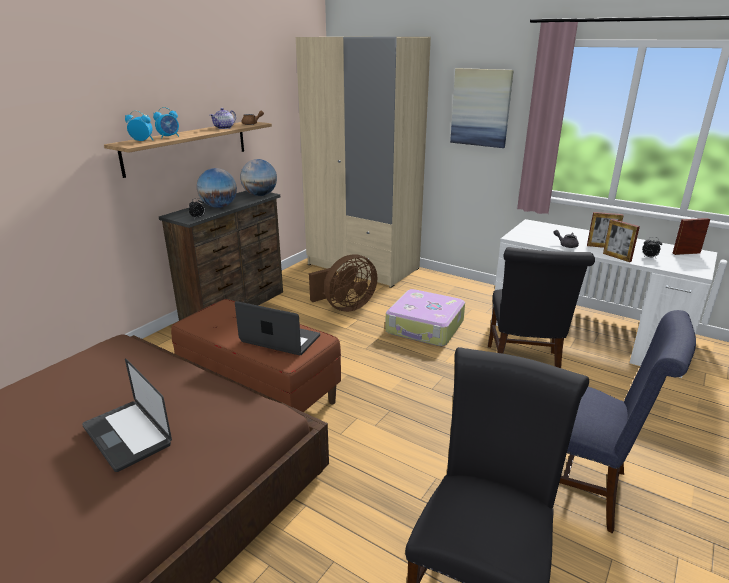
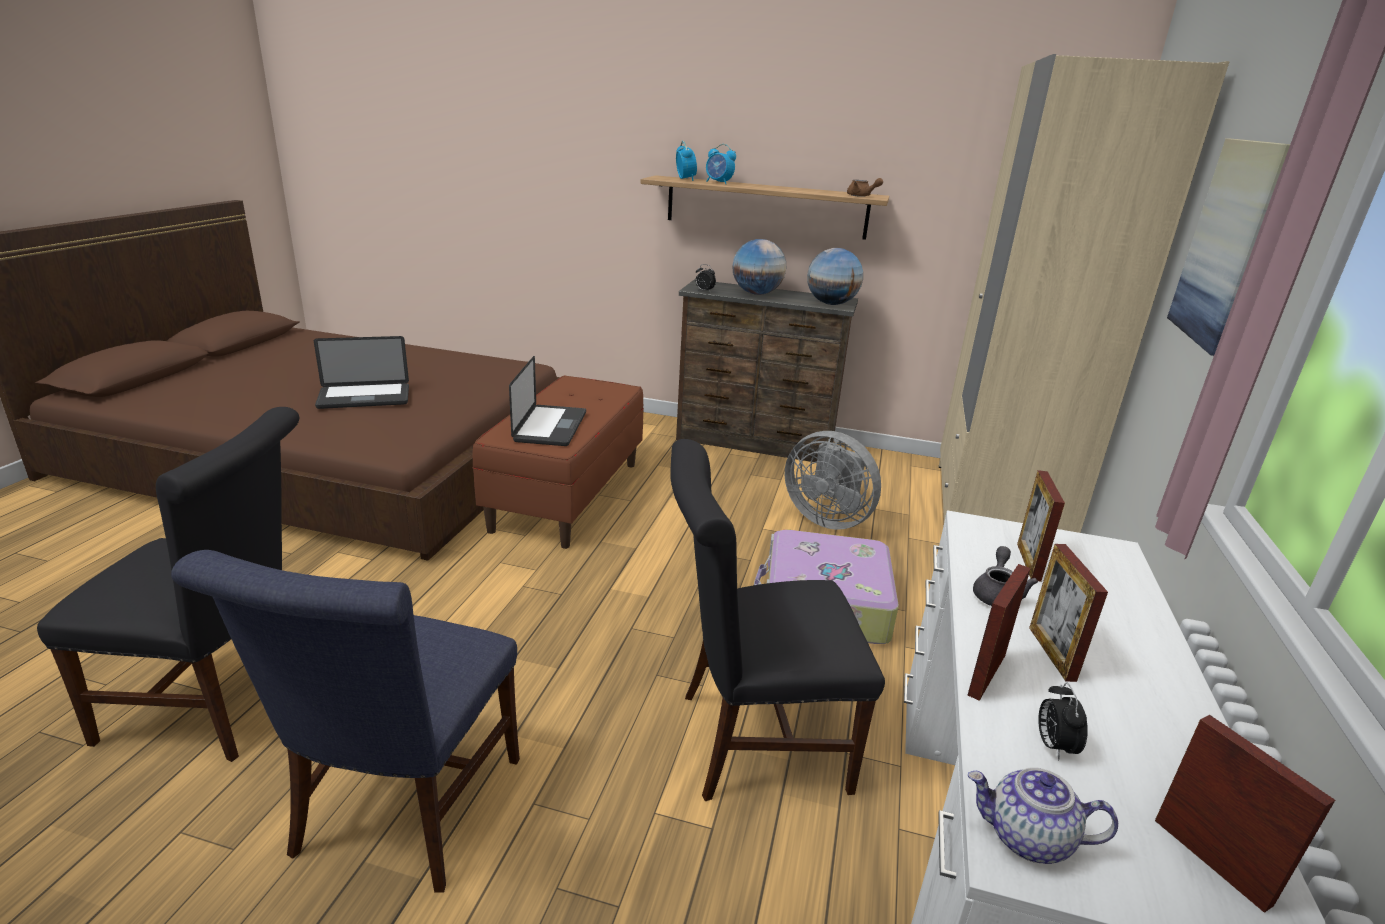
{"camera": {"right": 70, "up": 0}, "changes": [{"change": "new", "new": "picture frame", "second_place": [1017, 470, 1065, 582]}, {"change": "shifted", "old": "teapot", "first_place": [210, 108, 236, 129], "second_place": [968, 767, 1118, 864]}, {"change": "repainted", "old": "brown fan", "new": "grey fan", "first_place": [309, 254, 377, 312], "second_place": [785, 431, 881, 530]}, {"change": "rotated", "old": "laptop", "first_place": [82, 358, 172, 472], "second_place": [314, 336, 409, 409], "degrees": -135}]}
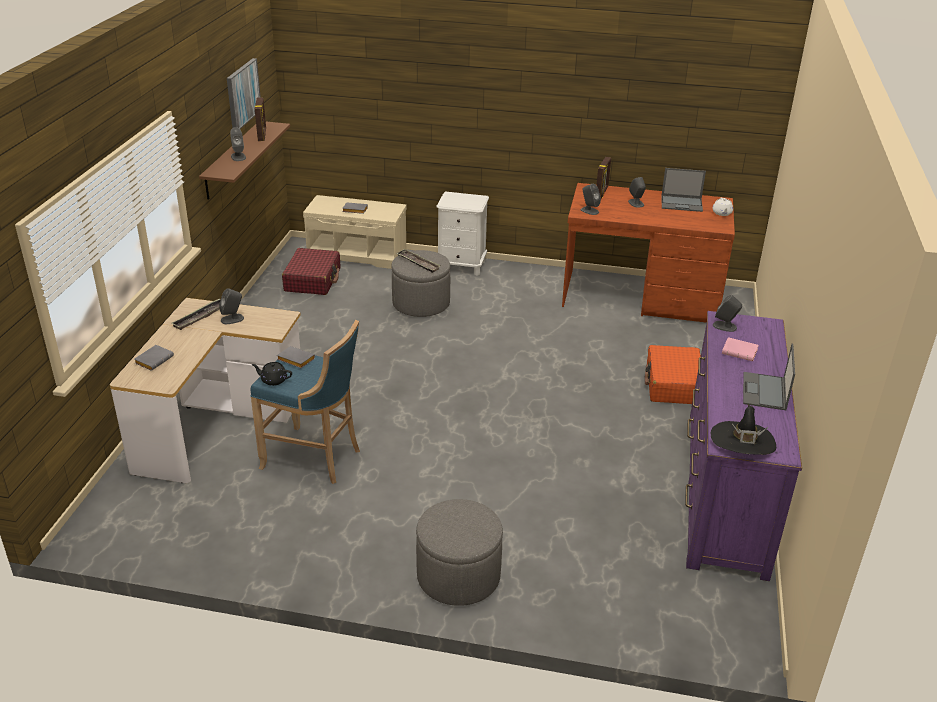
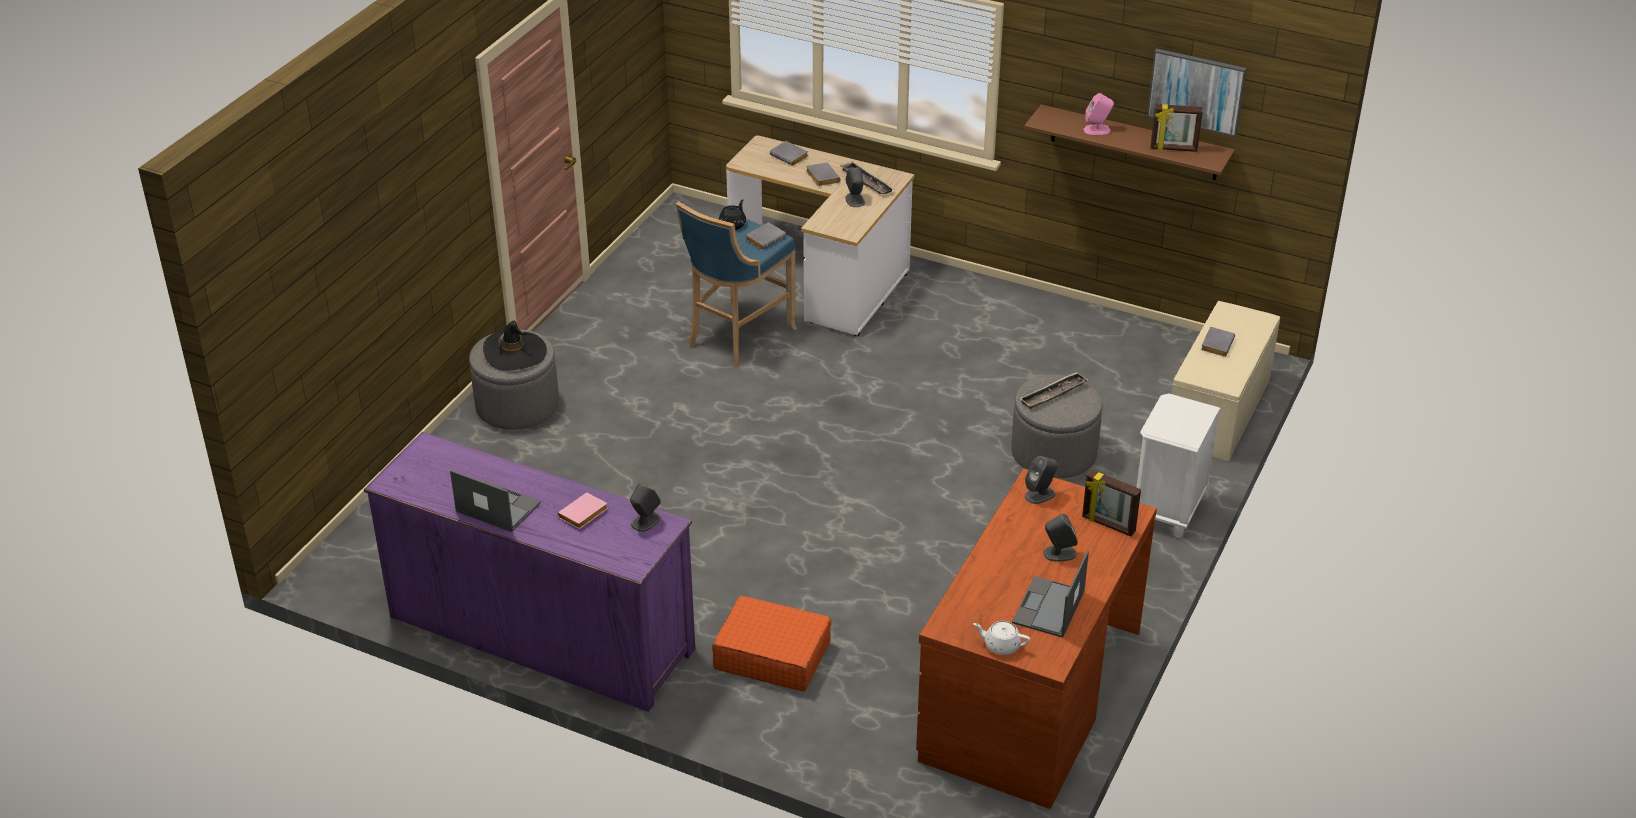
{"camera": {"right": 105, "up": 5}, "changes": [{"change": "gone", "old": "red suitcase", "first_place": [282, 248, 340, 295]}, {"change": "new", "new": "grey book", "second_place": [806, 162, 841, 186]}, {"change": "shifted", "old": "black hat", "first_place": [711, 404, 776, 455], "second_place": [483, 320, 547, 371]}, {"change": "repainted", "old": "grey speaker", "new": "pink speaker", "first_place": [230, 127, 246, 161], "second_place": [1083, 93, 1114, 135]}]}
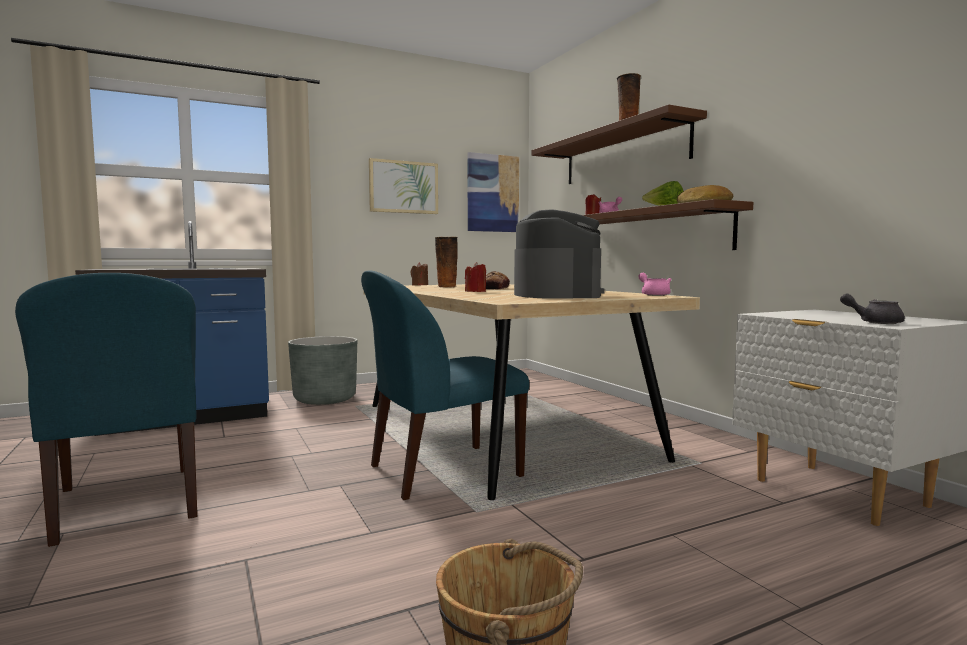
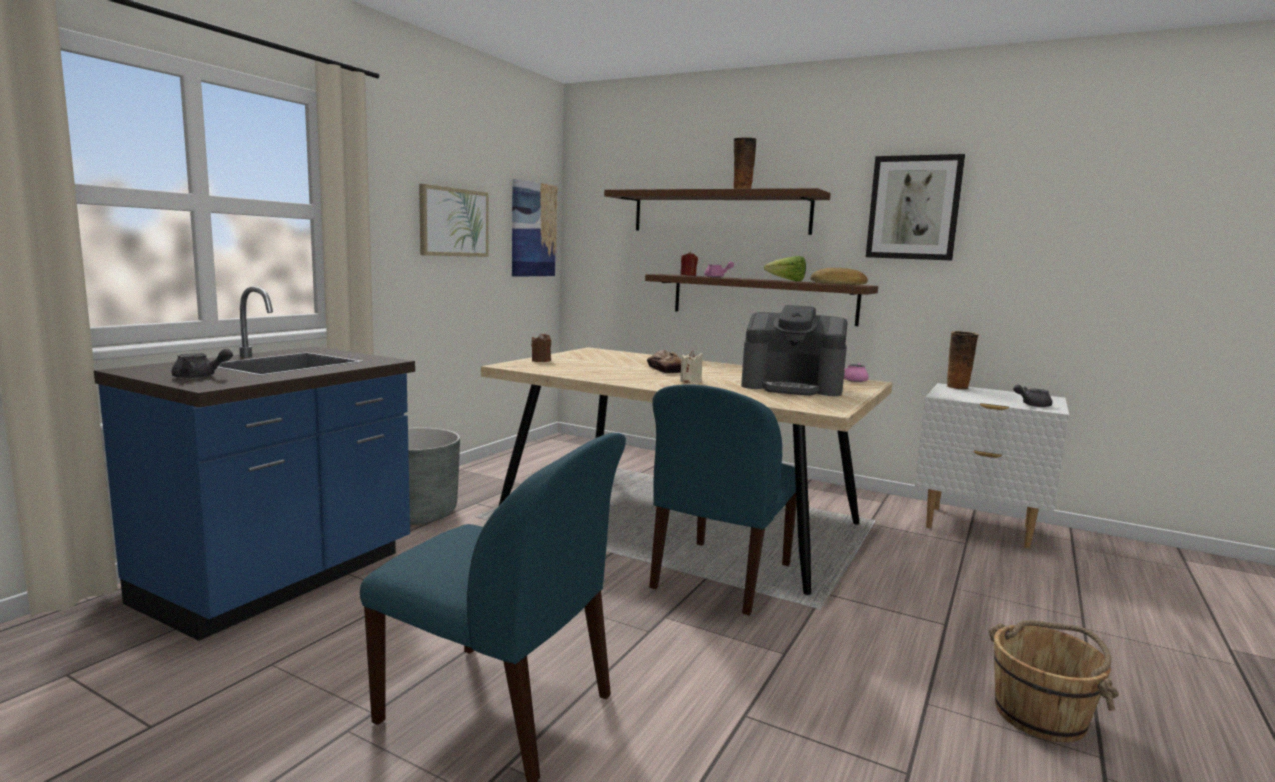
{"camera": {"right": -35, "up": 5}, "changes": [{"change": "new", "new": "grey teapot", "second_place": [172, 349, 233, 379]}, {"change": "new", "new": "picture", "second_place": [866, 154, 965, 261]}, {"change": "shifted", "old": "vase", "first_place": [435, 237, 458, 288], "second_place": [946, 331, 979, 390]}, {"change": "repainted", "old": "red candle", "new": "beige candle", "first_place": [465, 262, 486, 292], "second_place": [680, 350, 703, 383]}, {"change": "rotated", "old": "coffee machine", "first_place": [514, 209, 604, 299], "second_place": [741, 305, 847, 396], "degrees": 150}]}
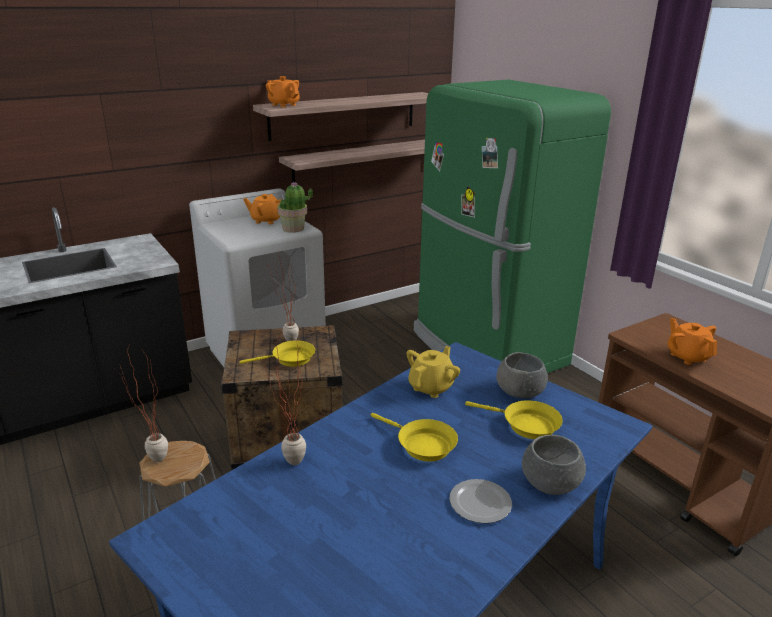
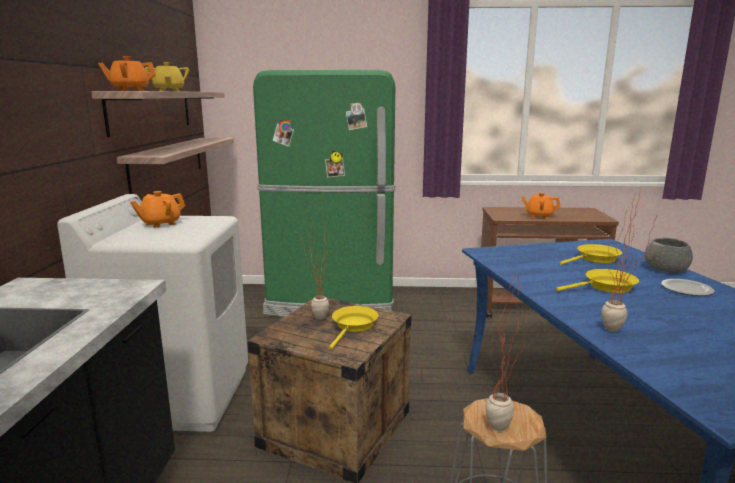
{"camera": {"right": -55, "up": -10}, "changes": [{"change": "gone", "old": "potted plant", "first_place": [277, 182, 313, 233]}, {"change": "gone", "old": "grey bowl", "first_place": [496, 352, 548, 398]}, {"change": "shifted", "old": "yellow teapot", "first_place": [407, 346, 460, 398], "second_place": [145, 62, 189, 91]}]}
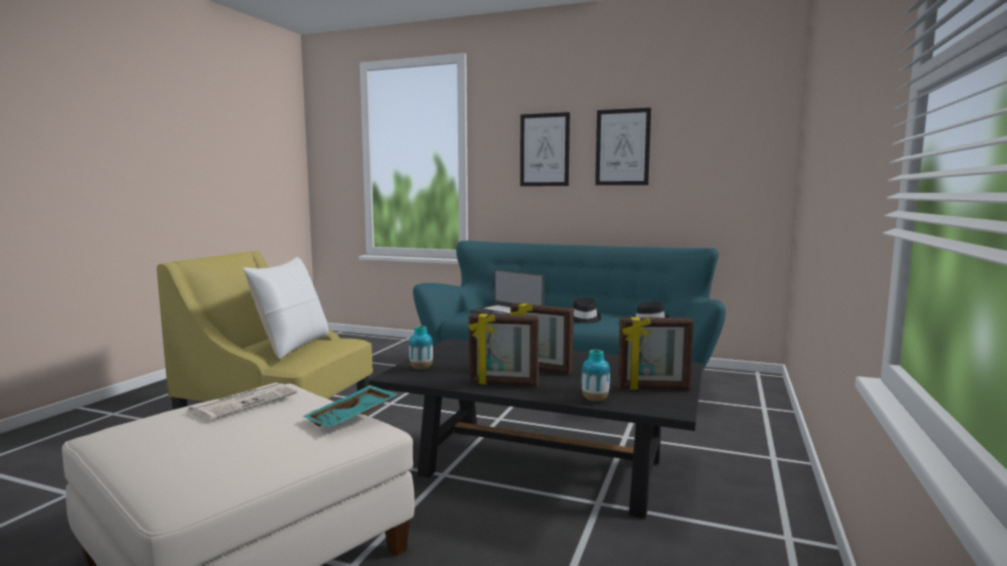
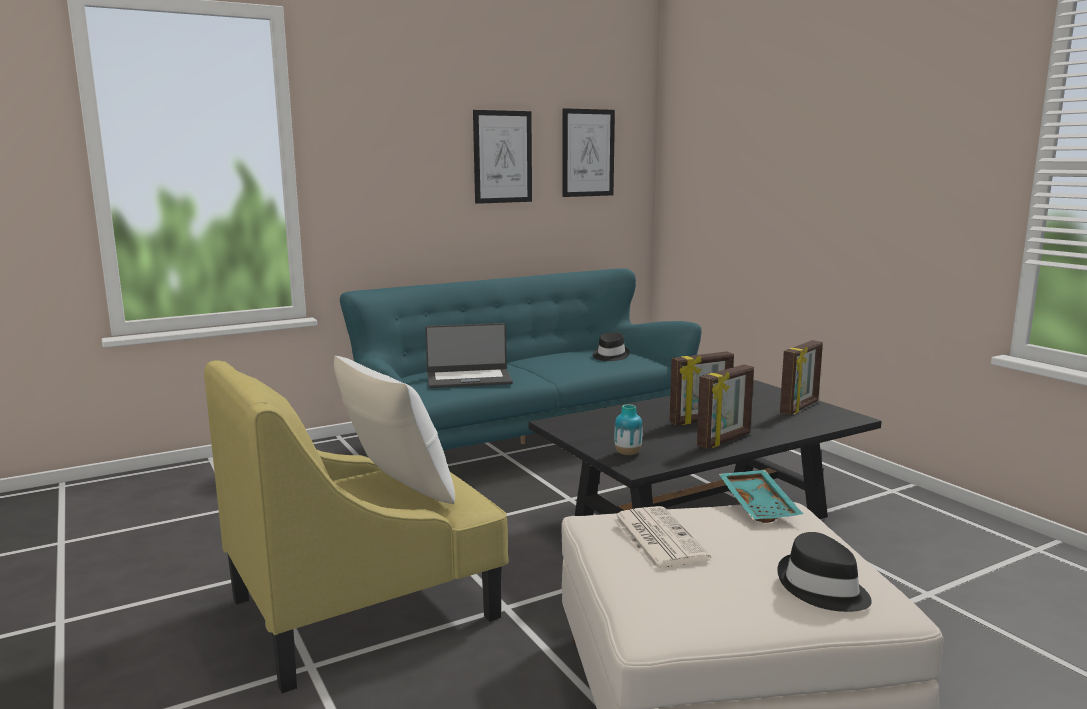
{"camera": {"right": -50, "up": 5}, "changes": [{"change": "gone", "old": "vase", "first_place": [582, 350, 610, 401]}, {"change": "shifted", "old": "picture", "first_place": [520, 112, 570, 186], "second_place": [562, 108, 615, 197]}, {"change": "shifted", "old": "black hat", "first_place": [573, 298, 601, 323], "second_place": [777, 532, 872, 612]}]}
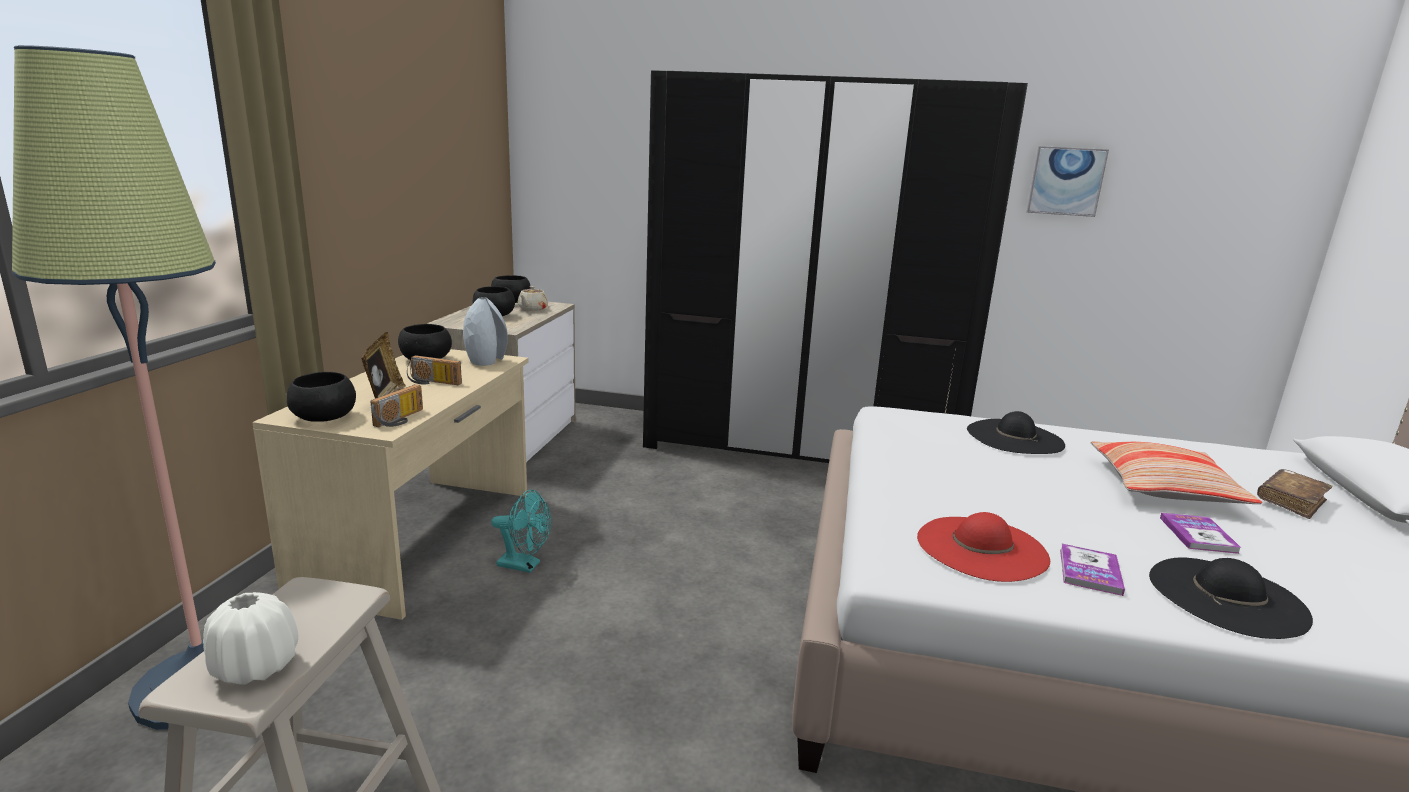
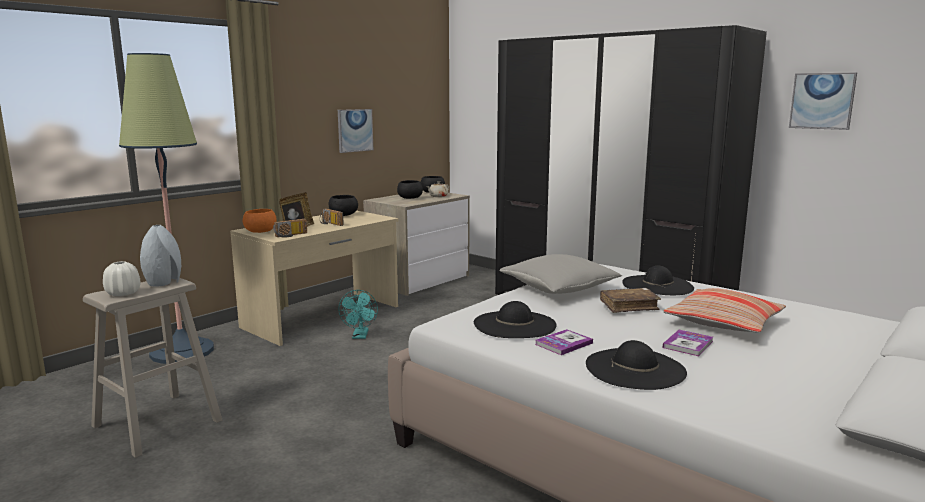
{"camera": {"right": 30, "up": -5}, "changes": [{"change": "new", "new": "picture", "second_place": [338, 109, 373, 153]}, {"change": "new", "new": "grey pillow", "second_place": [499, 254, 622, 294]}, {"change": "shifted", "old": "grey vase", "first_place": [463, 297, 508, 366], "second_place": [140, 225, 181, 287]}, {"change": "shifted", "old": "brown book", "first_place": [1257, 469, 1333, 519], "second_place": [600, 288, 661, 313]}, {"change": "repainted", "old": "black bowl", "new": "orange bowl", "first_place": [287, 372, 356, 422], "second_place": [242, 209, 277, 233]}, {"change": "repainted", "old": "red hat", "new": "black hat", "first_place": [917, 512, 1050, 582], "second_place": [474, 301, 557, 338]}, {"change": "rotated", "old": "turquoise fan", "first_place": [491, 490, 551, 573], "second_place": [338, 290, 378, 339], "degrees": 45}]}
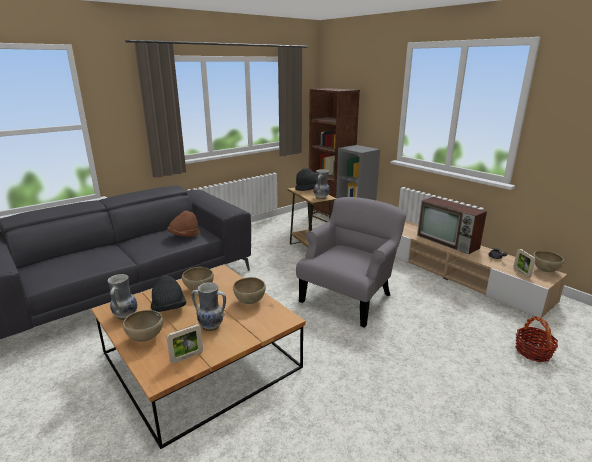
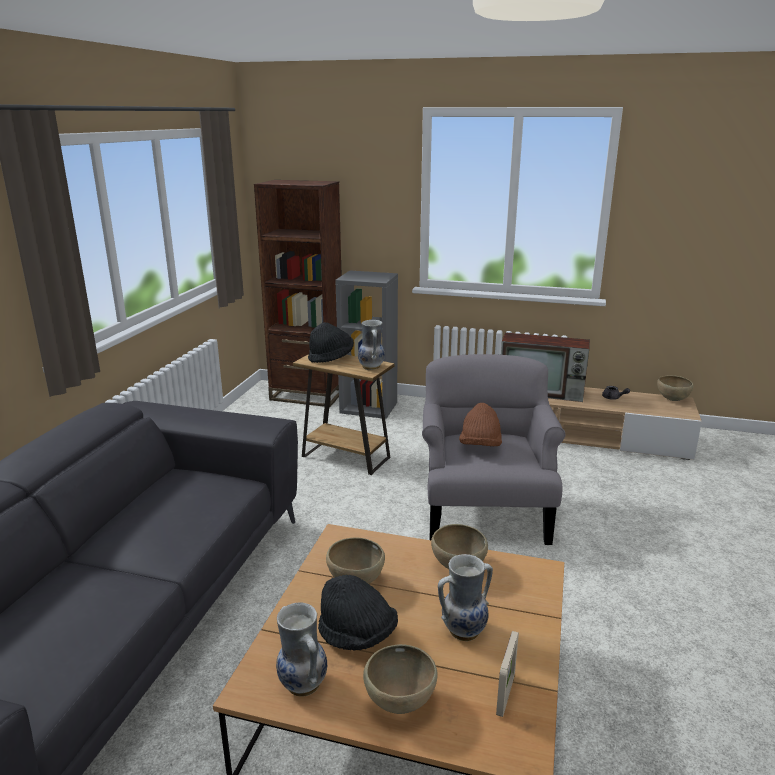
{"camera": {"right": -35, "up": 0}, "changes": [{"change": "gone", "old": "picture frame", "first_place": [513, 249, 536, 278]}, {"change": "gone", "old": "basket", "first_place": [515, 316, 558, 362]}, {"change": "shifted", "old": "brown hat", "first_place": [167, 211, 200, 237], "second_place": [459, 403, 502, 446]}]}
